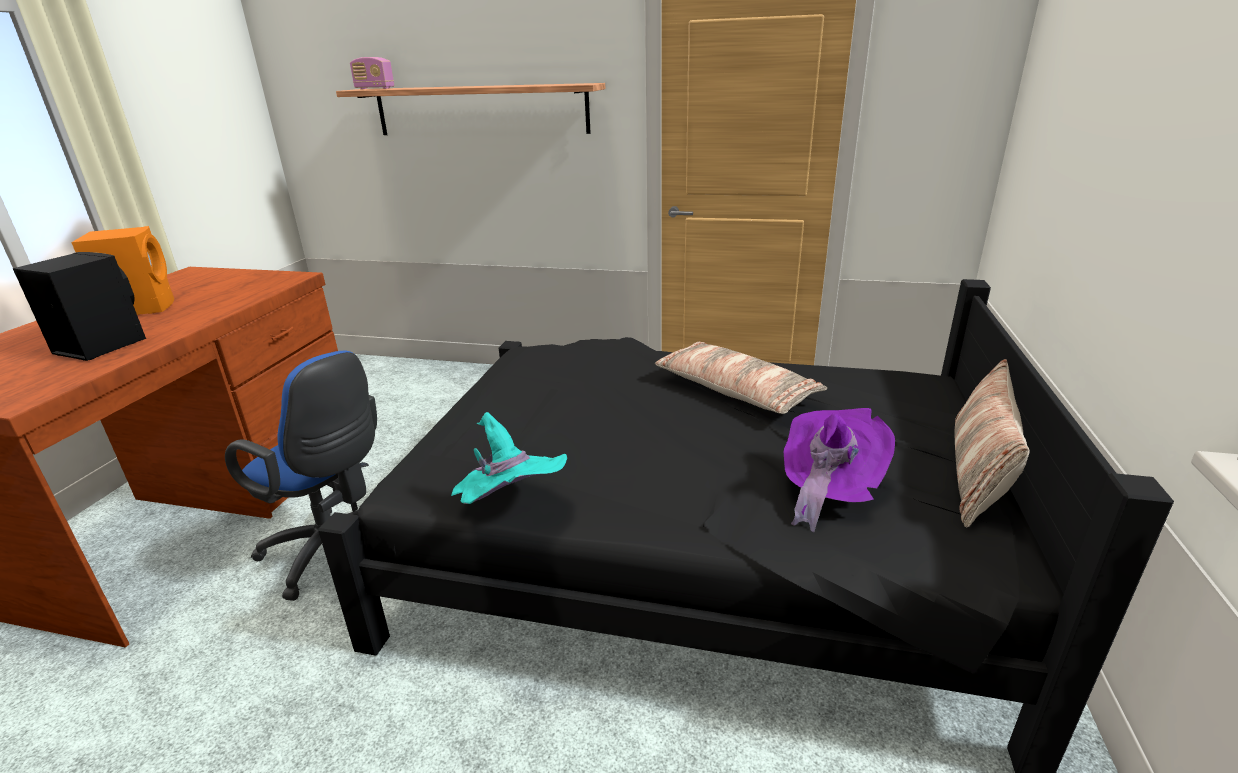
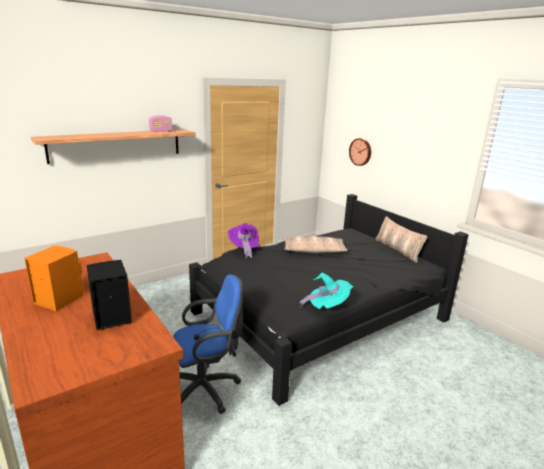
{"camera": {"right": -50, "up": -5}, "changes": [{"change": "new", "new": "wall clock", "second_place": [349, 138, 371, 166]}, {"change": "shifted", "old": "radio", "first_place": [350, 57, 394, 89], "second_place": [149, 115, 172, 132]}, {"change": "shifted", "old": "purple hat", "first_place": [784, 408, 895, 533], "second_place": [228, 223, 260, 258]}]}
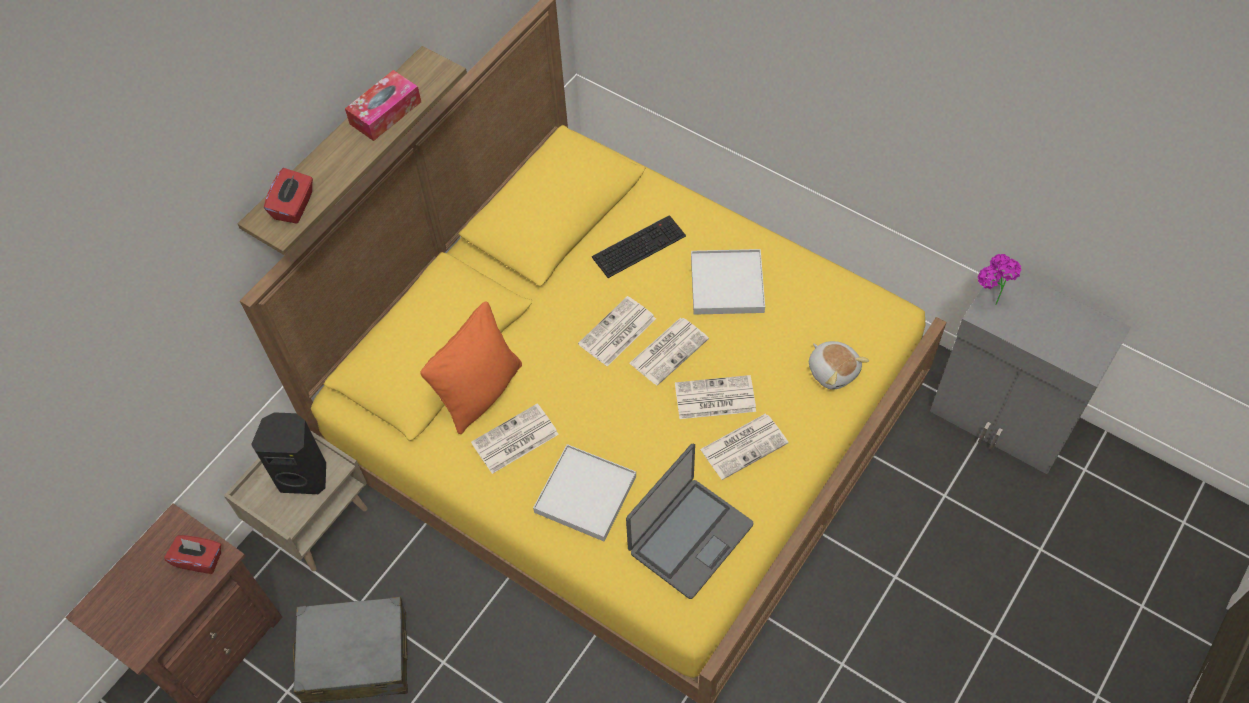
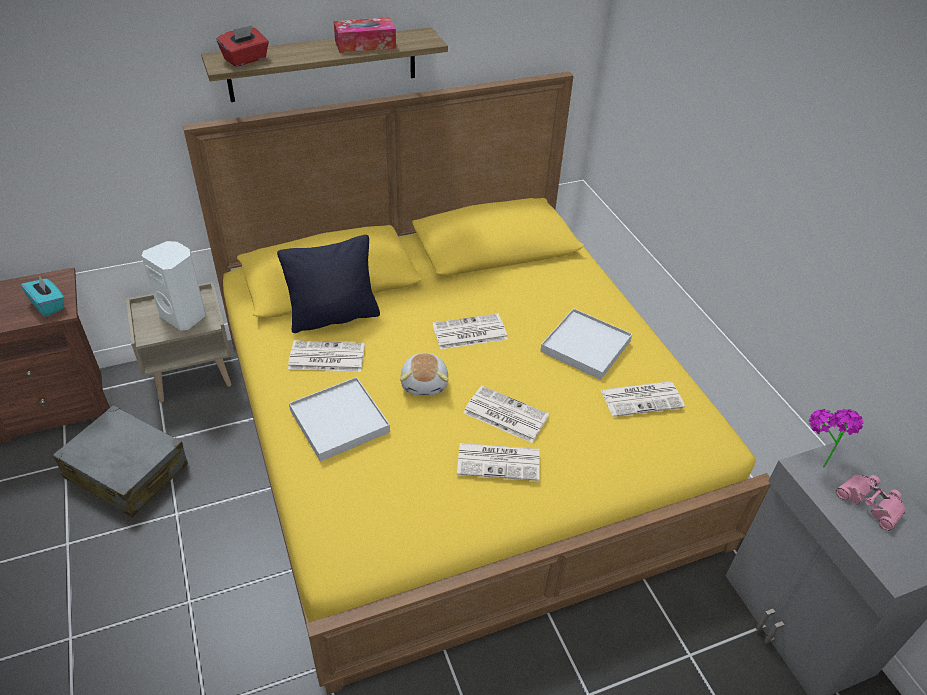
{"camera": {"right": 30, "up": -15}, "changes": [{"change": "gone", "old": "keyboard", "first_place": [592, 215, 686, 278]}, {"change": "gone", "old": "laptop", "first_place": [626, 443, 753, 599]}, {"change": "new", "new": "pink binoculars", "second_place": [836, 475, 906, 531]}, {"change": "shifted", "old": "newspaper", "first_place": [629, 318, 709, 386], "second_place": [601, 381, 685, 417]}, {"change": "shifted", "old": "plush toy", "first_place": [809, 341, 869, 390], "second_place": [400, 353, 449, 395]}, {"change": "repainted", "old": "red tissue box", "new": "turquoise tissue box", "first_place": [164, 535, 221, 574], "second_place": [21, 275, 64, 317]}, {"change": "repainted", "old": "black speaker", "new": "white speaker", "first_place": [251, 412, 326, 494], "second_place": [141, 241, 206, 331]}, {"change": "repainted", "old": "orange pillow", "new": "black pillow", "first_place": [420, 301, 522, 434], "second_place": [277, 235, 380, 333]}]}
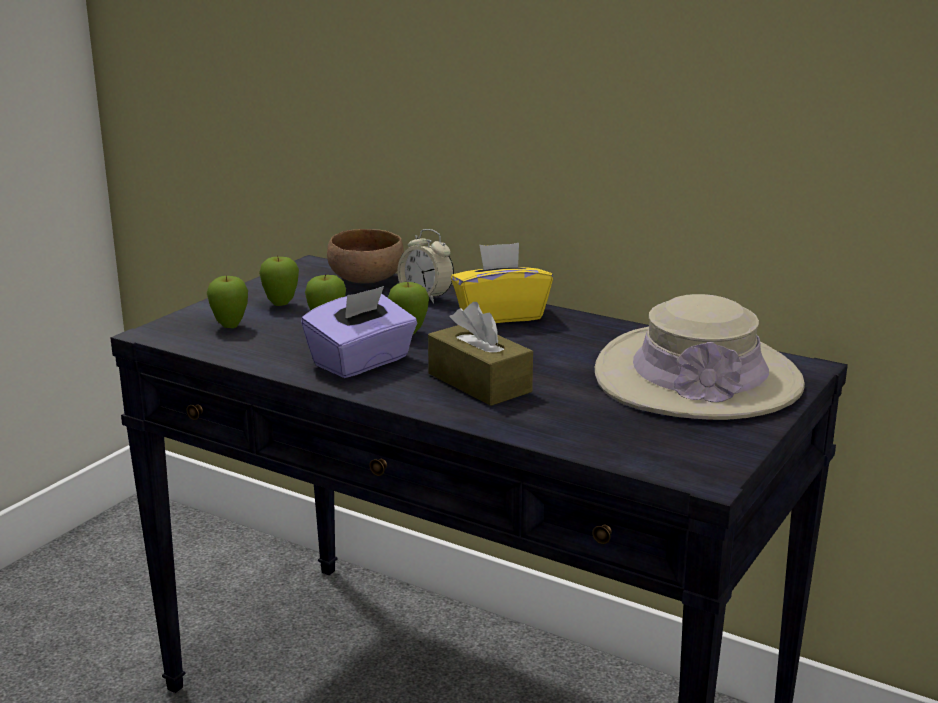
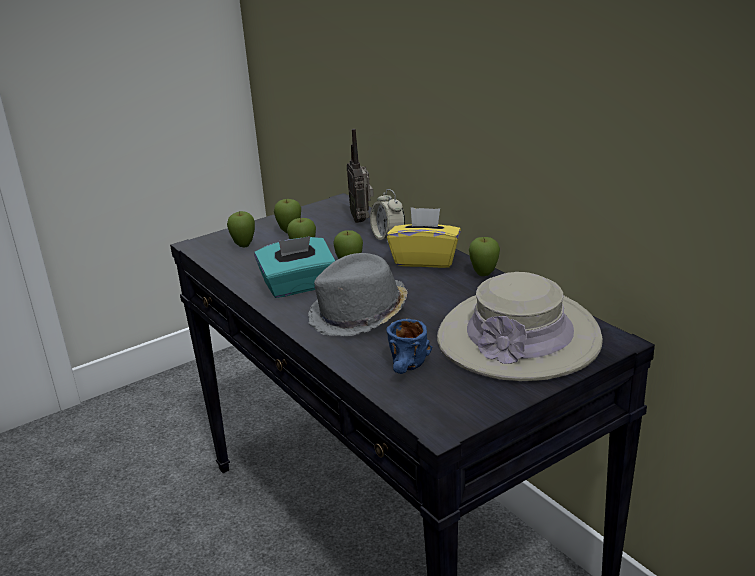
{"camera": {"right": 25, "up": 5}, "changes": [{"change": "new", "new": "blue mug", "second_place": [386, 319, 432, 374]}, {"change": "new", "new": "apple", "second_place": [469, 237, 500, 276]}, {"change": "swapped", "old": "brown bowl", "new": "radio", "first_place": [327, 229, 404, 284], "second_place": [347, 129, 374, 223]}, {"change": "swapped", "old": "brown tissue box", "new": "grey hat", "first_place": [428, 302, 533, 406], "second_place": [308, 253, 408, 336]}, {"change": "repainted", "old": "purple tissue box", "new": "turquoise tissue box", "first_place": [301, 286, 417, 378], "second_place": [255, 236, 335, 298]}]}
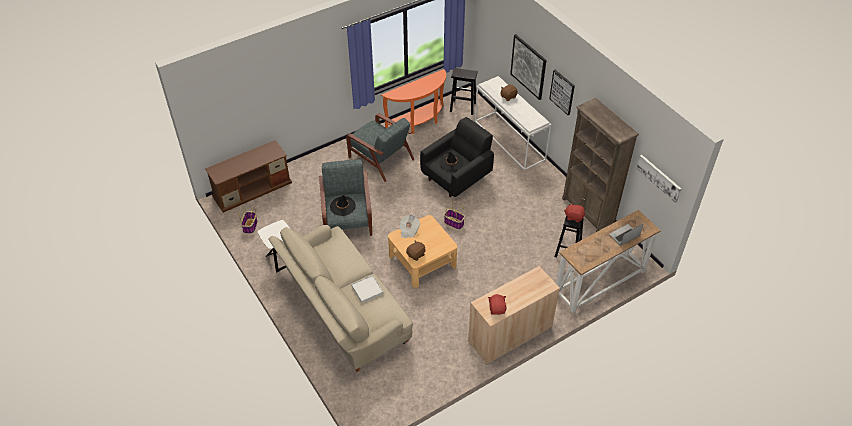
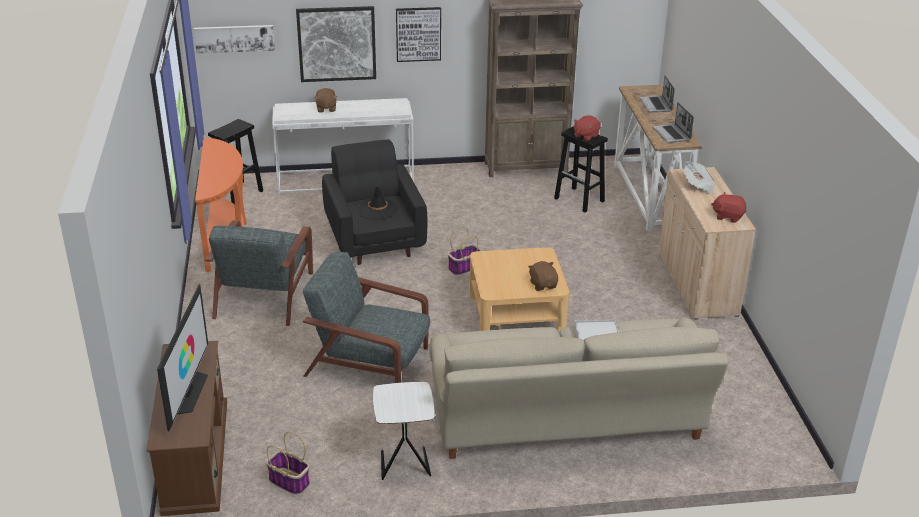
{"camera": {"right": -65, "up": -15}, "changes": [{"change": "gone", "old": "black hat", "first_place": [330, 194, 356, 216]}, {"change": "new", "new": "television", "second_place": [157, 284, 208, 431]}, {"change": "new", "new": "laptop", "second_place": [653, 102, 694, 143]}, {"change": "shifted", "old": "newspaper", "first_place": [399, 214, 420, 238], "second_place": [683, 161, 717, 194]}, {"change": "shifted", "old": "picture", "first_place": [637, 155, 681, 203], "second_place": [194, 25, 275, 54]}, {"change": "rotated", "old": "grey armchair", "first_place": [346, 113, 414, 182], "second_place": [205, 220, 313, 326], "degrees": 120}]}
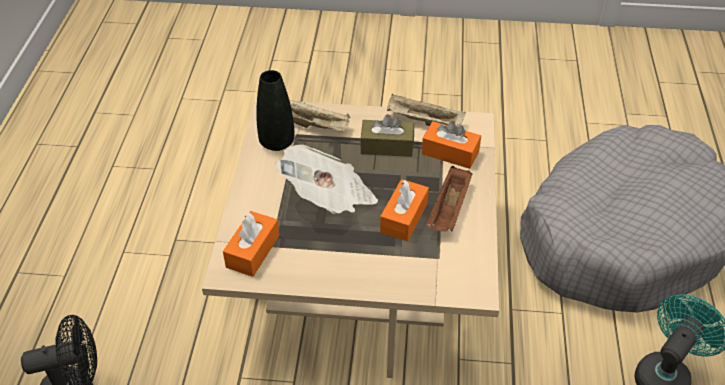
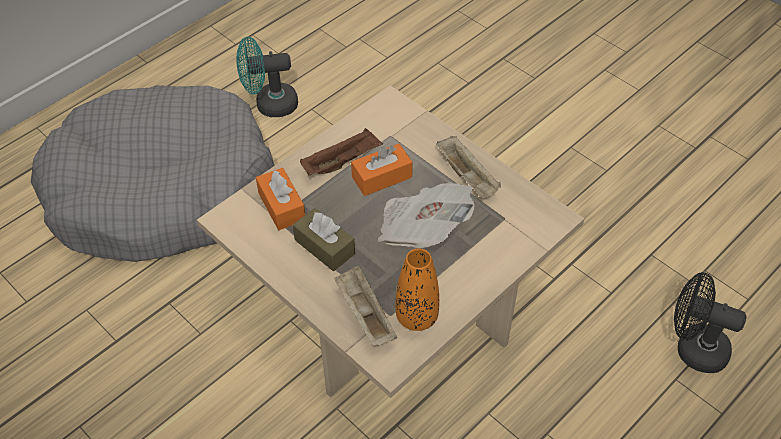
{"camera": {"right": -140, "up": 5}, "changes": [{"change": "gone", "old": "orange tissue box", "first_place": [223, 211, 279, 277]}, {"change": "shifted", "old": "beige tray", "first_place": [387, 94, 466, 126], "second_place": [436, 136, 501, 199]}, {"change": "repainted", "old": "black vase", "new": "orange vase", "first_place": [256, 70, 295, 151], "second_place": [396, 249, 439, 331]}]}
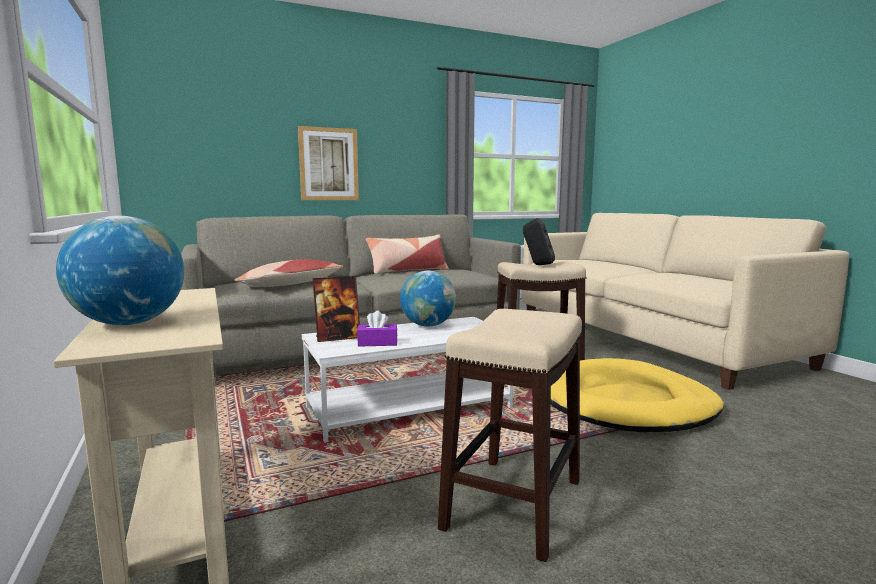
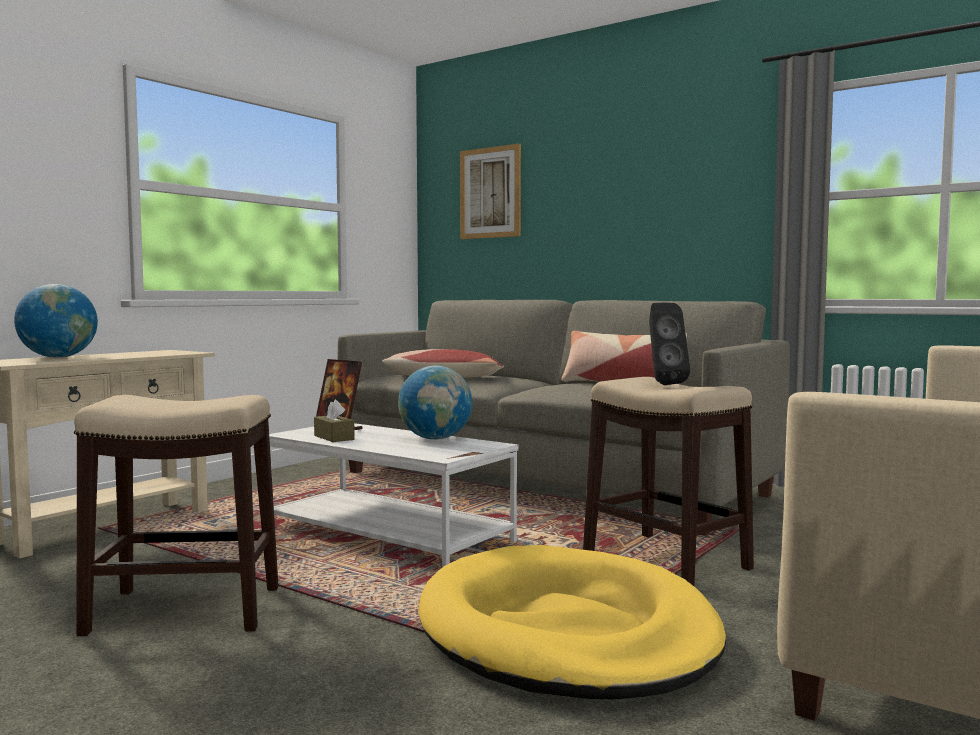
{"camera": {"right": 60, "up": -5}, "changes": [{"change": "shifted", "old": "picture", "first_place": [298, 126, 359, 200], "second_place": [460, 144, 521, 239]}, {"change": "repainted", "old": "purple tissue box", "new": "brown tissue box", "first_place": [357, 310, 398, 347], "second_place": [314, 400, 355, 442]}]}
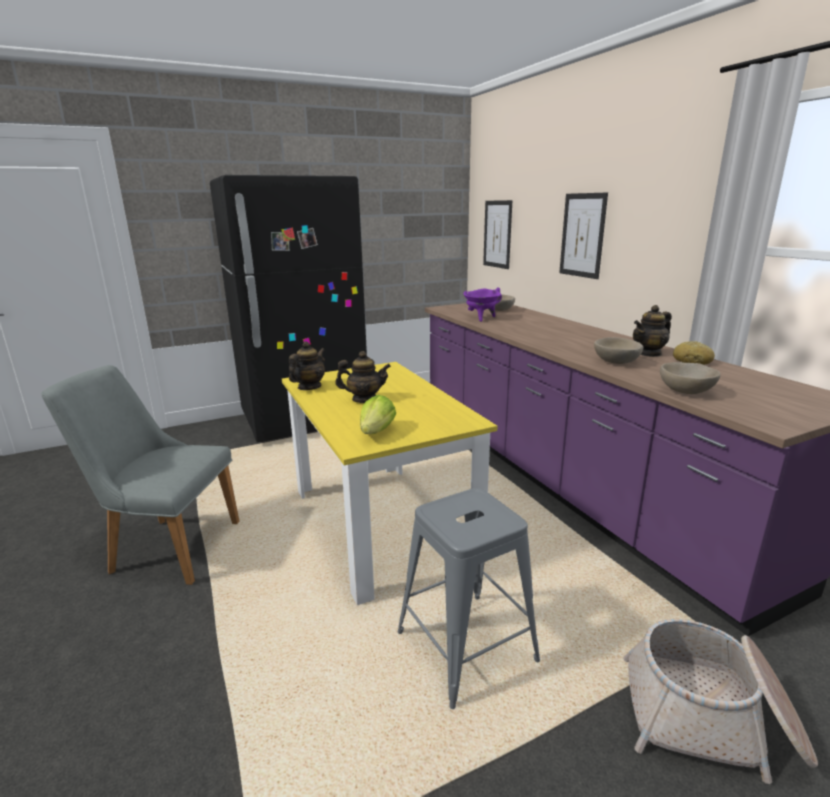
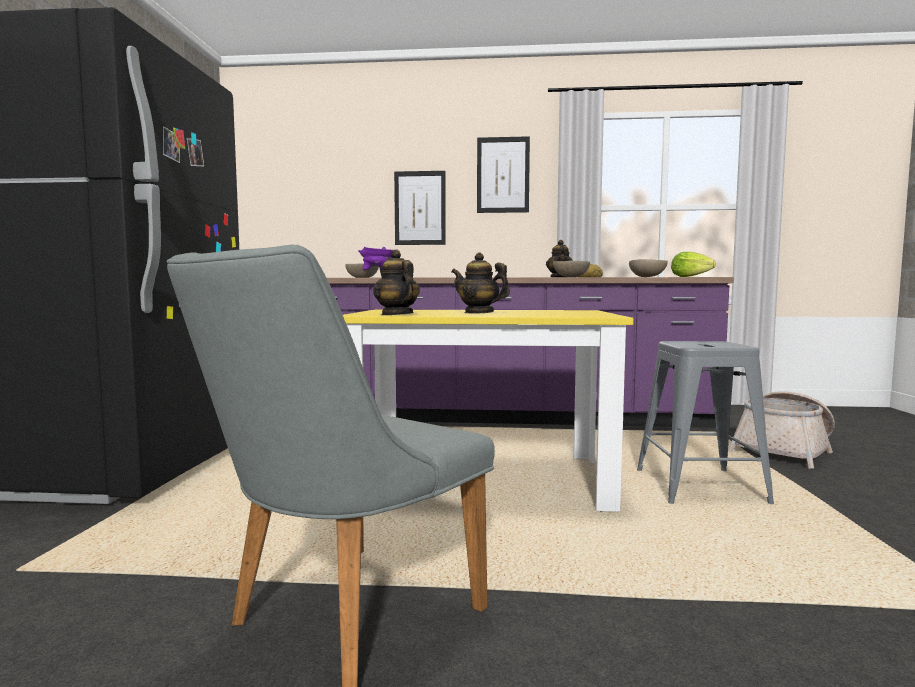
{"camera": {"right": -60, "up": -15}, "changes": [{"change": "shifted", "old": "lettuce", "first_place": [360, 395, 396, 434], "second_place": [671, 252, 716, 277]}, {"change": "shifted", "old": "picture", "first_place": [483, 200, 513, 269], "second_place": [477, 136, 530, 213]}, {"change": "rotated", "old": "teapot", "first_place": [335, 351, 391, 403], "second_place": [451, 253, 510, 314], "degrees": -90}]}
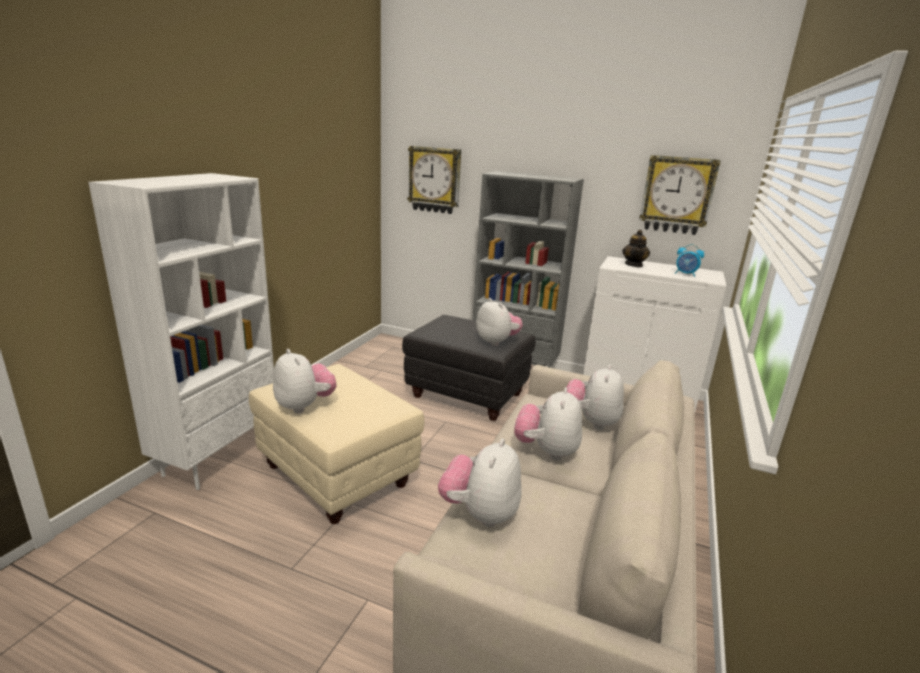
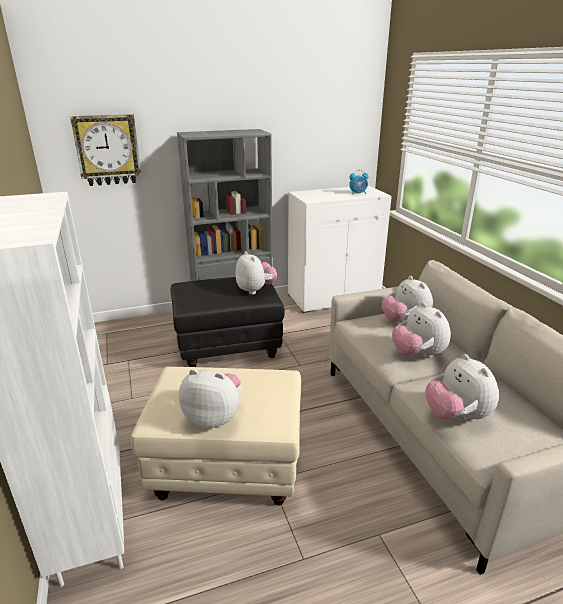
{"camera": {"right": -40, "up": 5}, "changes": [{"change": "gone", "old": "teapot", "first_place": [622, 230, 650, 267]}, {"change": "gone", "old": "wall clock", "first_place": [639, 155, 721, 235]}, {"change": "rotated", "old": "plush toy", "first_place": [476, 298, 523, 346], "second_place": [236, 251, 277, 295], "degrees": 45}]}
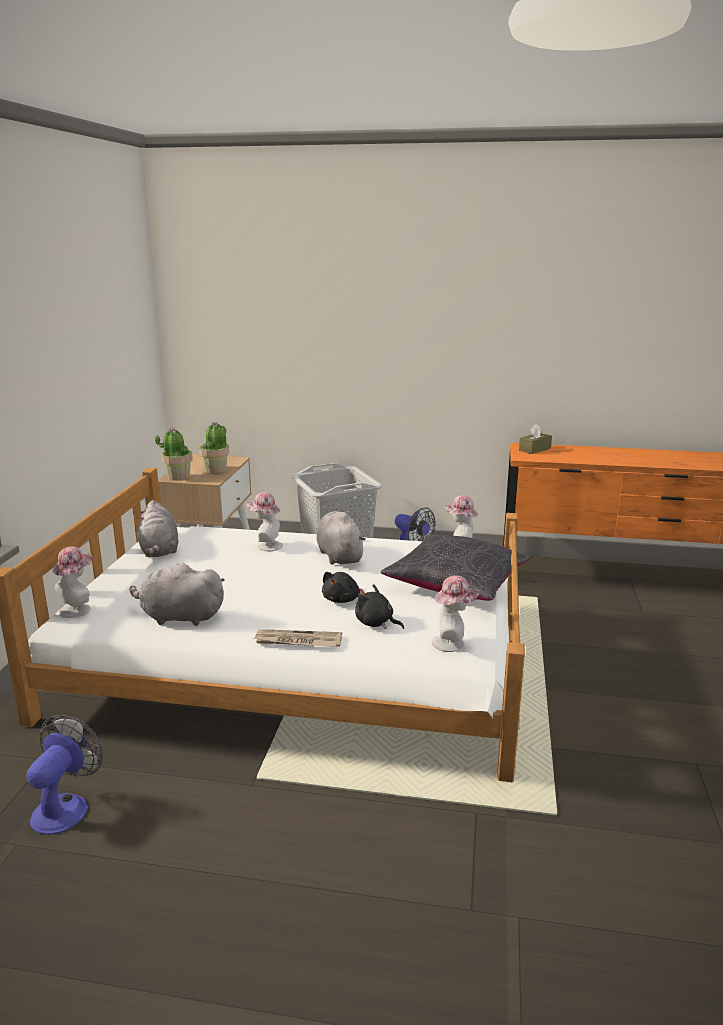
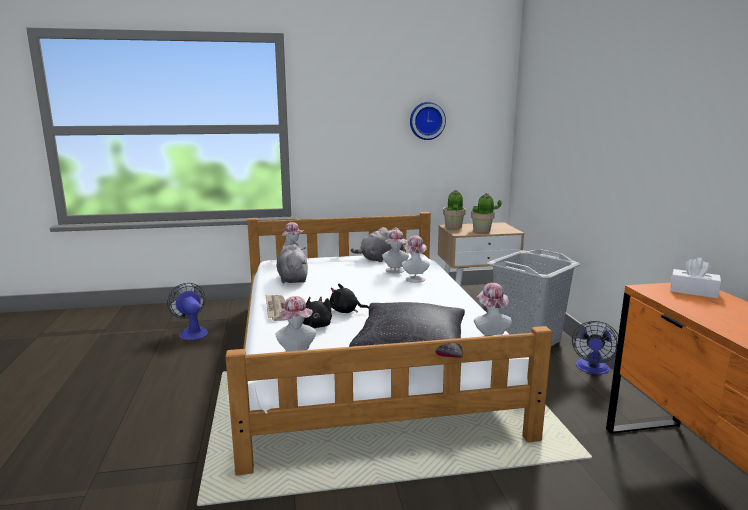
{"camera": {"right": 70, "up": -5}, "changes": [{"change": "gone", "old": "grey plush toy", "first_place": [317, 511, 366, 565]}, {"change": "new", "new": "hat", "second_place": [382, 230, 409, 273]}, {"change": "new", "new": "wall clock", "second_place": [410, 102, 446, 140]}, {"change": "repainted", "old": "brown tissue box", "new": "white tissue box", "first_place": [519, 424, 552, 454], "second_place": [670, 258, 721, 299]}, {"change": "rotated", "old": "fan", "first_place": [26, 715, 103, 835], "second_place": [167, 283, 208, 340], "degrees": -120}]}
